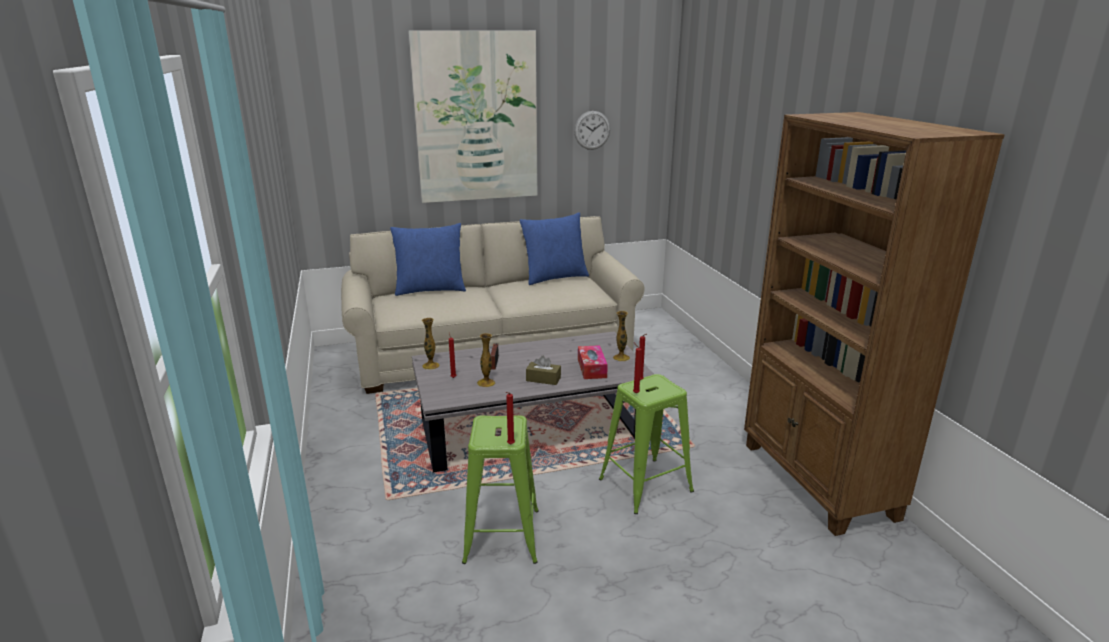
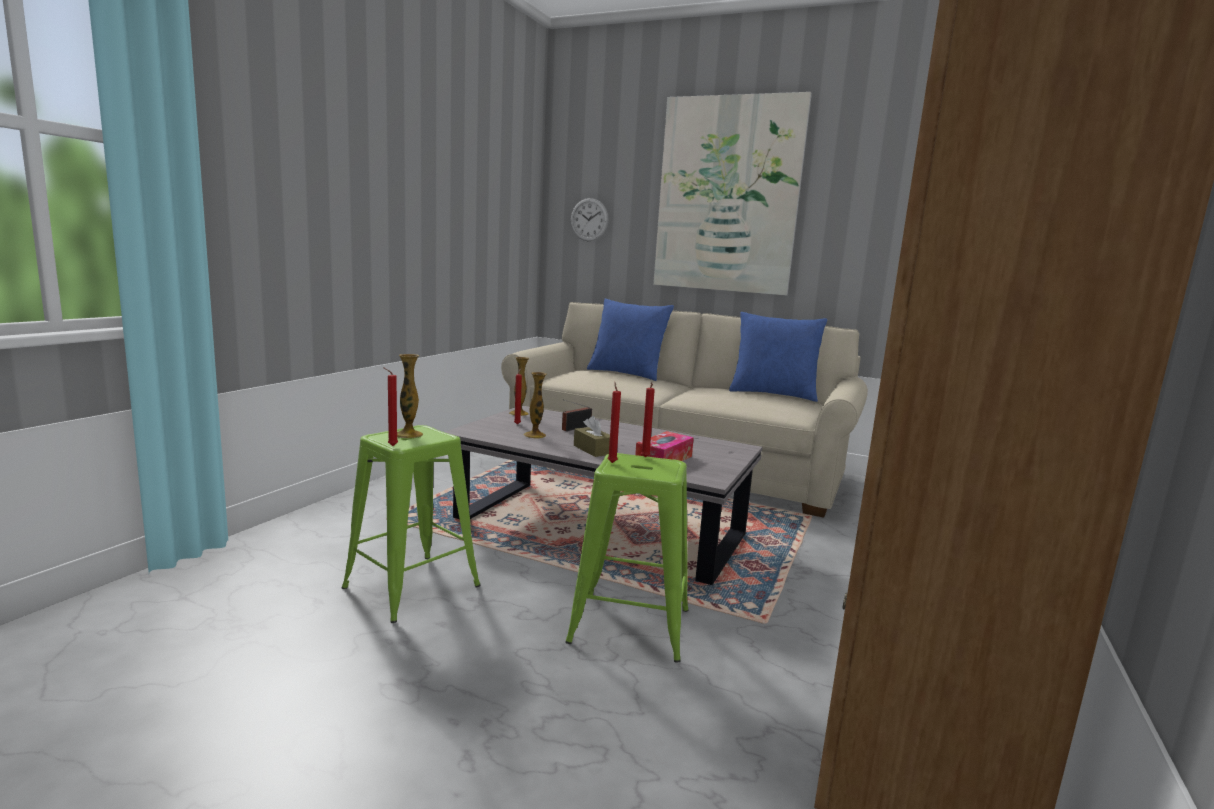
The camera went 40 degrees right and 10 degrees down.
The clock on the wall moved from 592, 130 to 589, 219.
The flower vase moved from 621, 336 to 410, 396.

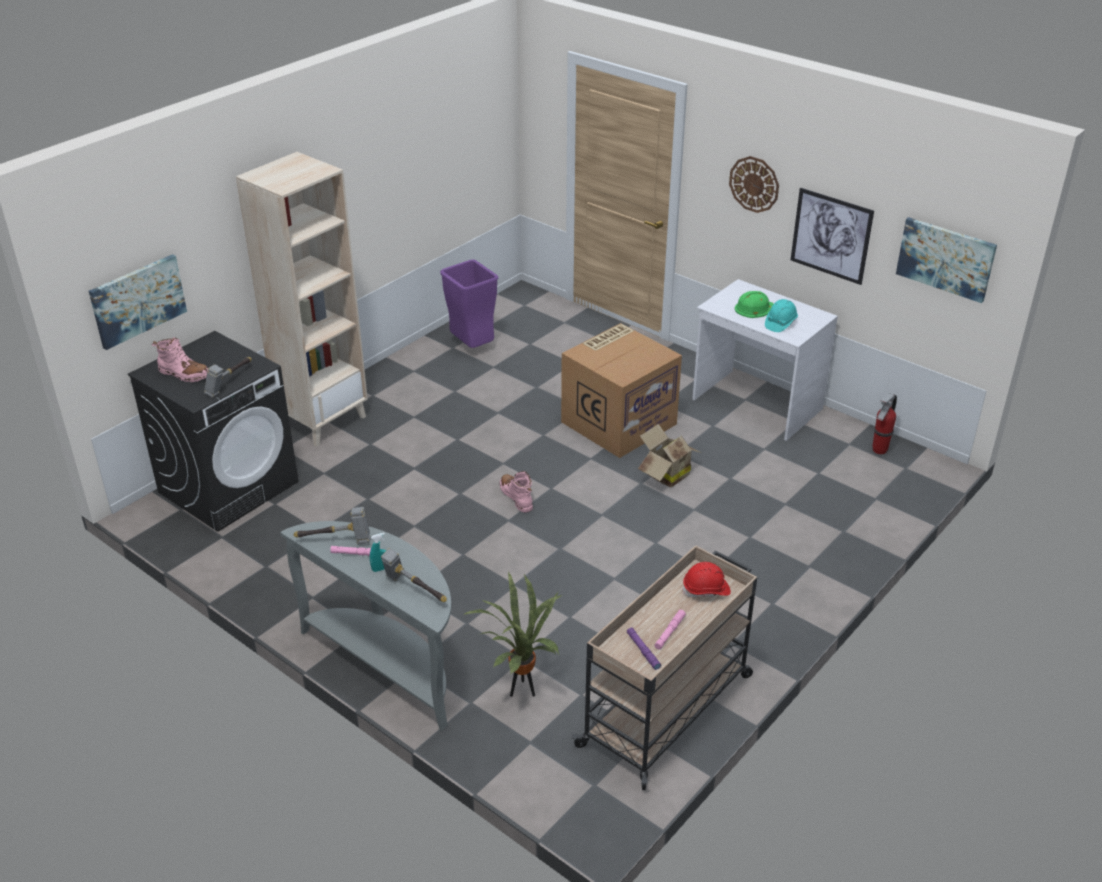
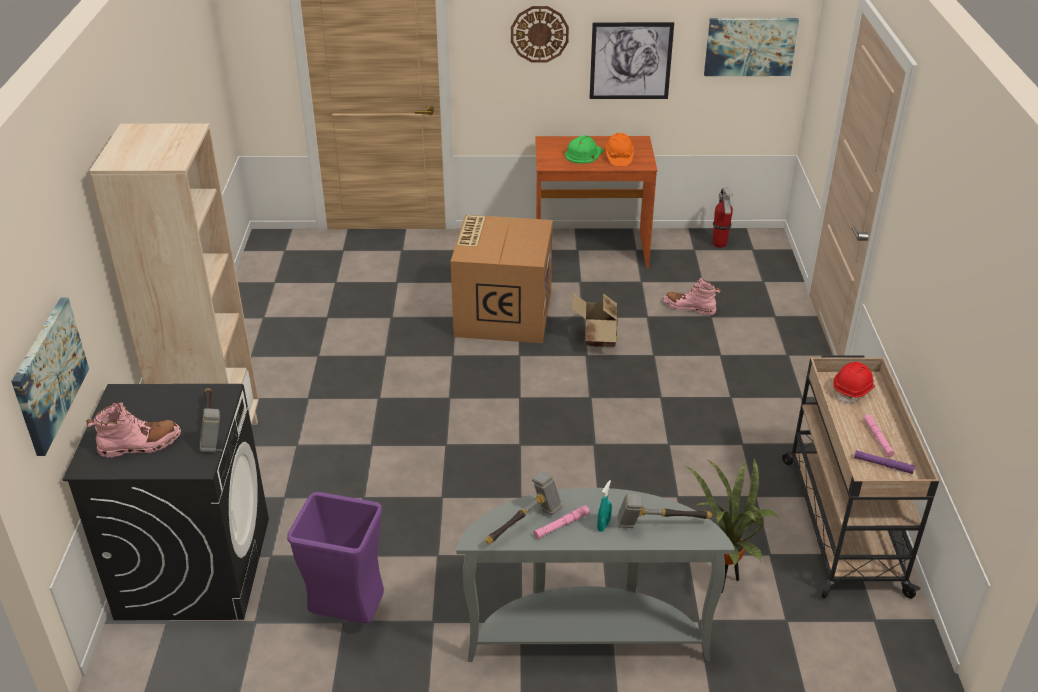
The camera went 40 degrees left and 0 degrees up.
The waste bin (purple) moved from 469, 304 to 335, 558.
The desk table (whitish) at 765, 360 became the desk table (brown-coloured) at 596, 202.
The hard hat (turquoise) at 781, 315 became the hard hat (orangey) at 619, 149.
The tall boot (pink) moved from 516, 492 to 691, 296.

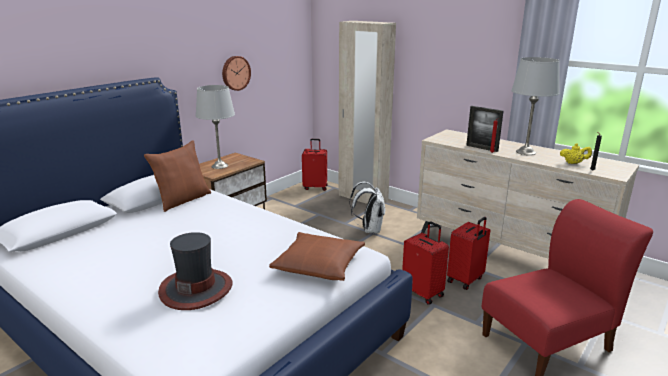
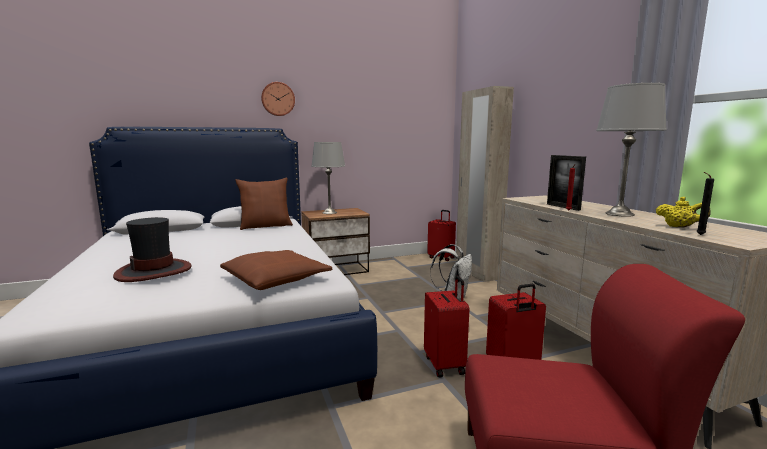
The camera went 30 degrees right and 10 degrees down.
The clock on the wall moved from 236, 73 to 278, 99.

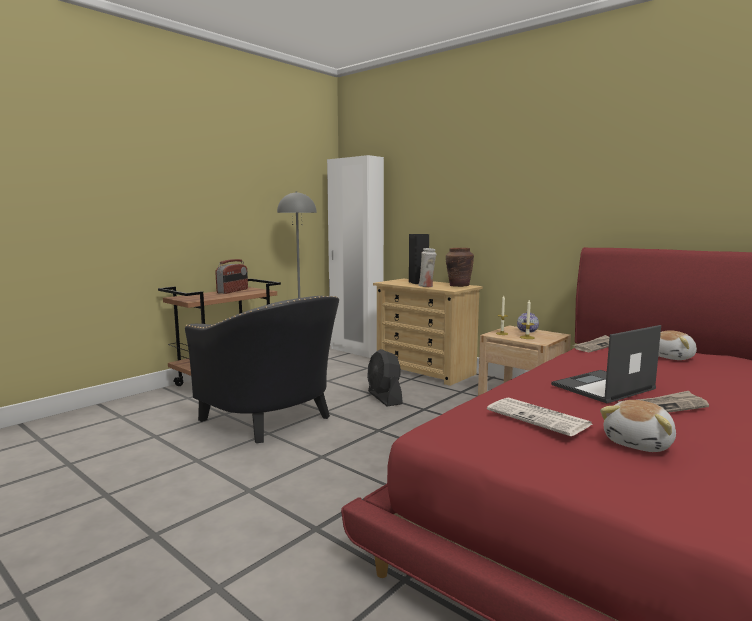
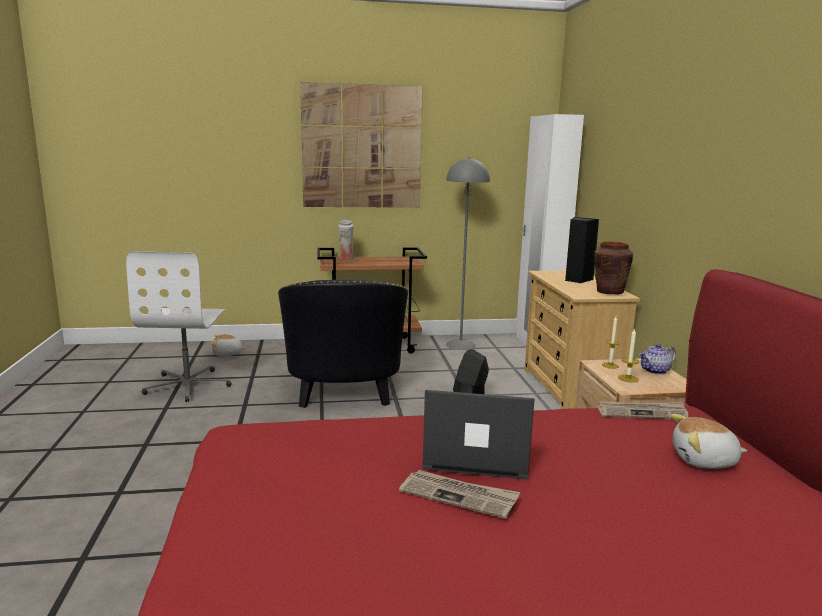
The camera went 40 degrees right and 5 degrees up.
The flower vase (whitish) moved from 427, 267 to 346, 240.
The radio receiver at 231, 276 disappeared.
The newspaper at 539, 416 disappeared.
The soft toy moved from 638, 426 to 228, 345.
The wall art at 361, 145 appeared.
The office chair (whitish) at 179, 326 appeared.

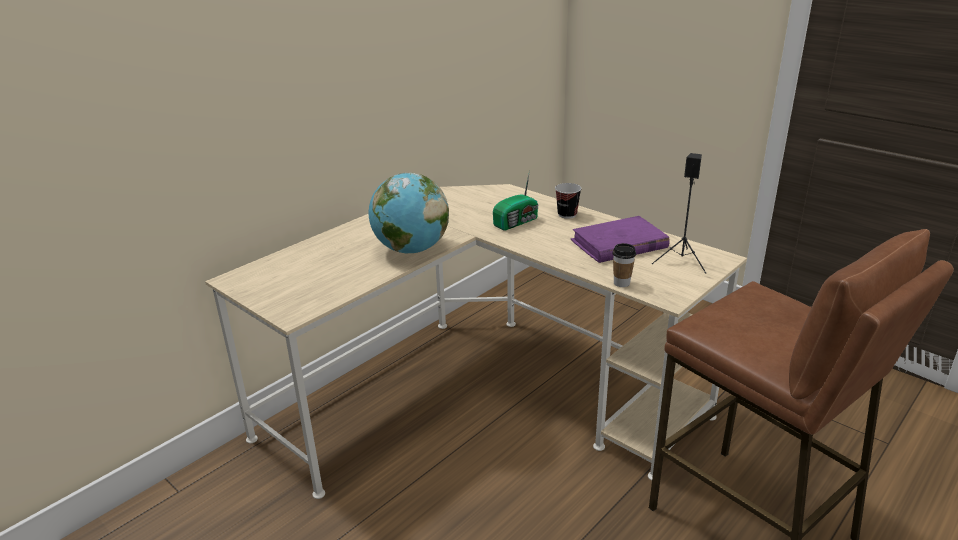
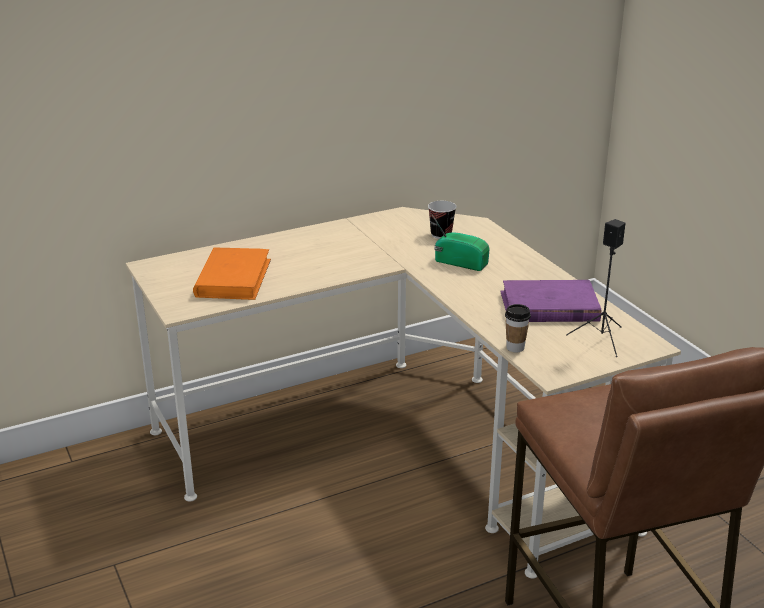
The camera went 20 degrees right and 0 degrees up.
The radio receiver at 516, 200 turned 135 degrees counterclockwise.
The globe at 409, 213 disappeared.
The drinking cup moved from 568, 201 to 442, 220.
The volume (orangey) at 232, 273 appeared.

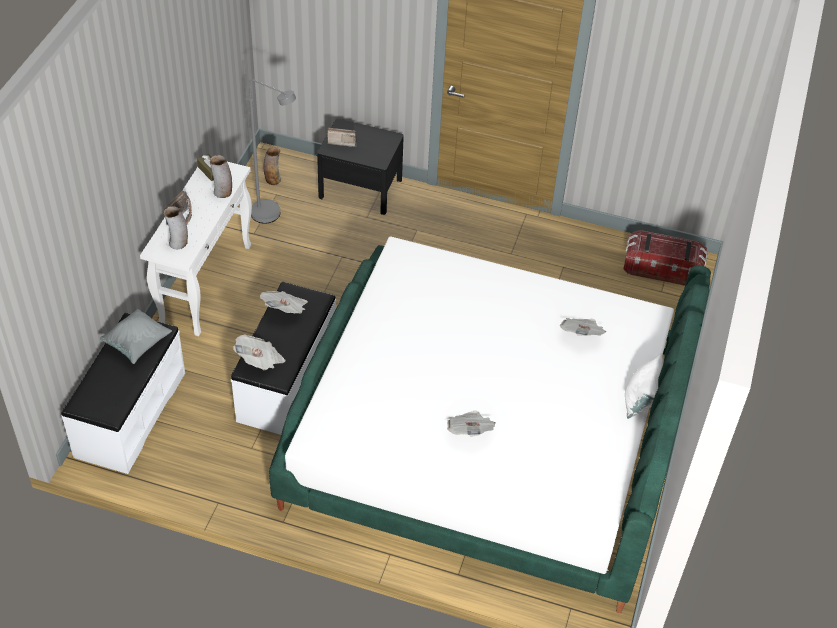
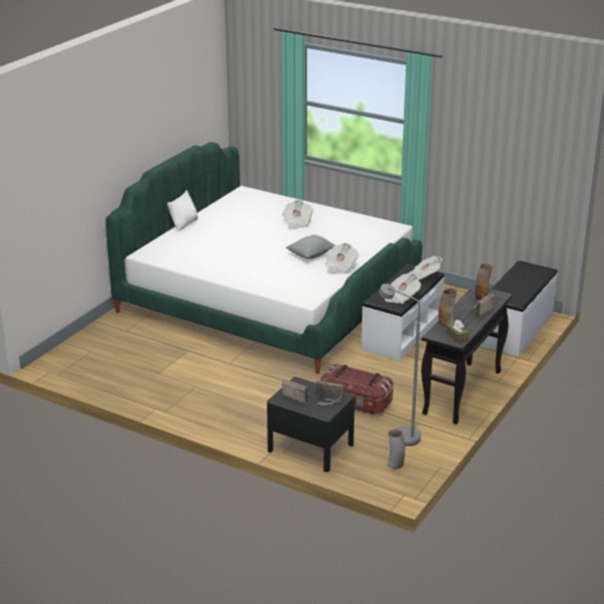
The camera went 165 degrees left and 20 degrees down.
The hall table (whitish) at 196, 249 became the hall table (black) at 466, 354.
The storage container moved from 665, 258 to 357, 388.
The cushion (grey) moved from 136, 336 to 310, 247.
The newspaper moved from 583, 327 to 342, 259.
The radio receiver at 296, 391 appeared.

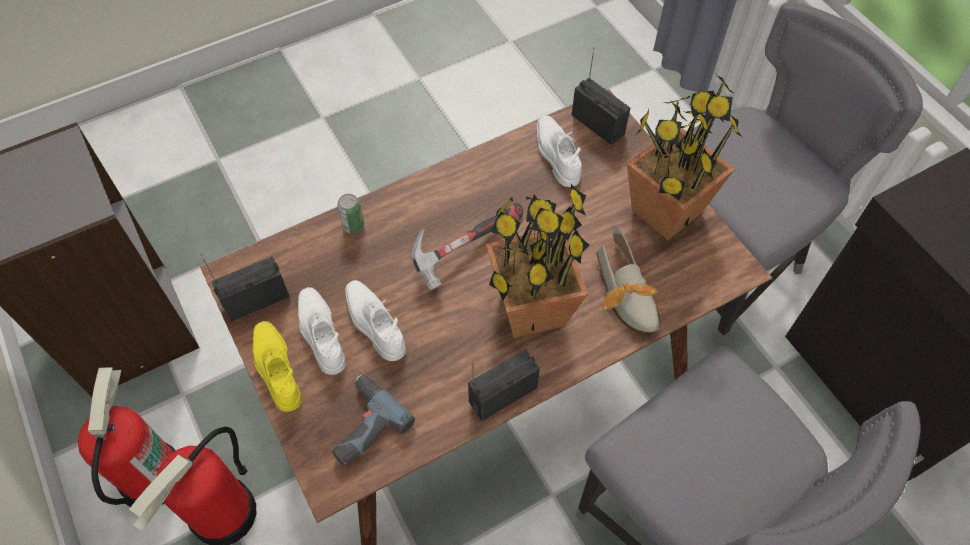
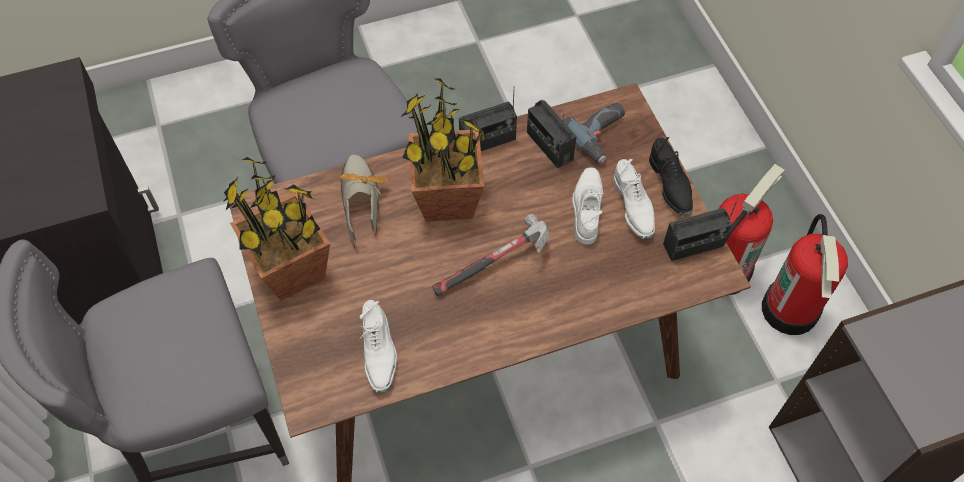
The camera went 170 degrees left and 0 degrees up.
The radio receiver moved from 601, 96 to 552, 134.
The can at 350, 213 disappeared.
The item of footwear (whitish) at 375, 320 turned 150 degrees counterclockwise.
The item of footwear (yellow-coloured) at 277, 366 became the item of footwear (black) at 671, 176.

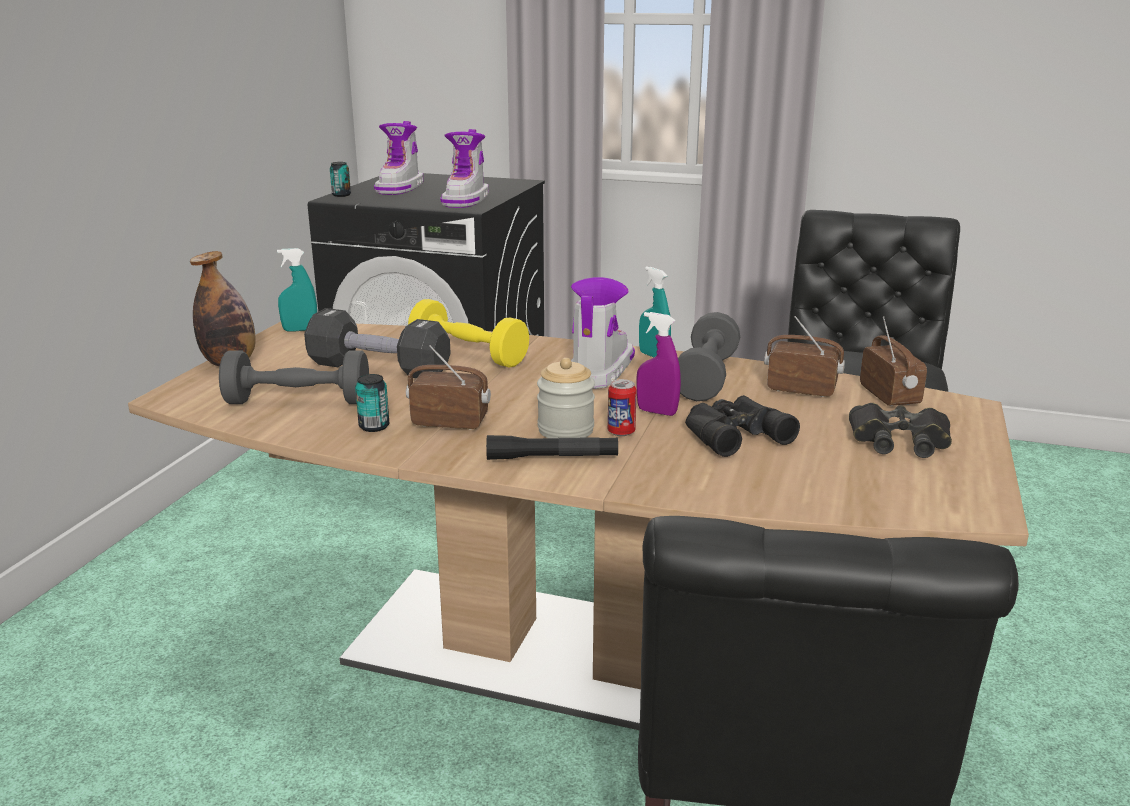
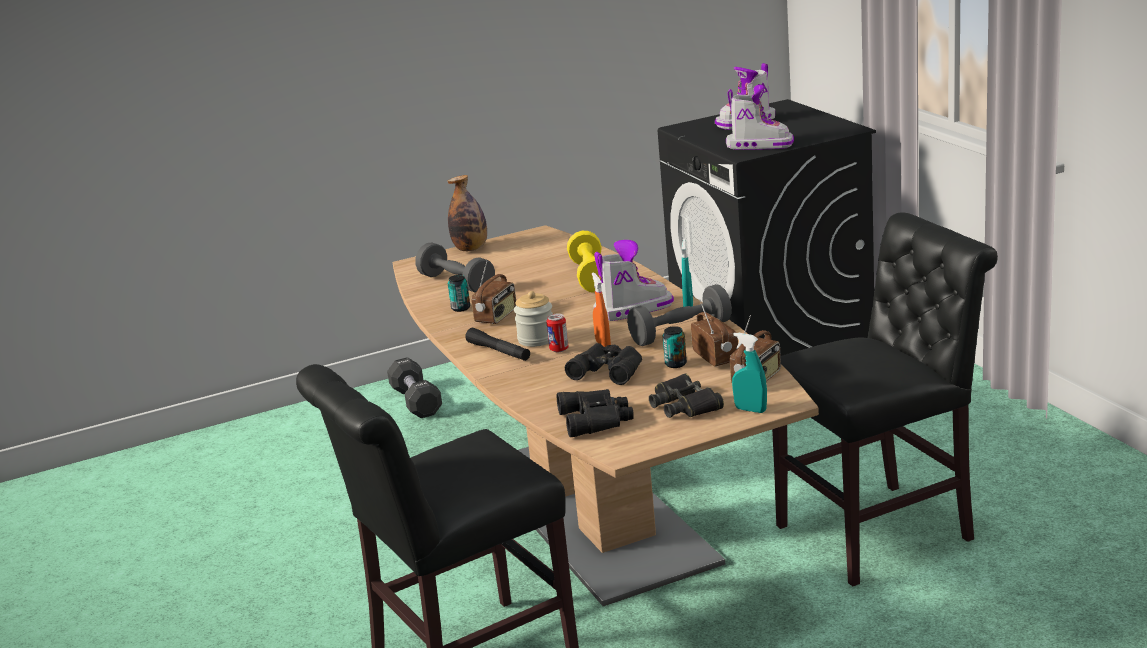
The camera went 50 degrees right and 0 degrees up.
The tall boot at 464, 168 turned 135 degrees counterclockwise.
The can moved from 340, 179 to 675, 347.
The sprayer (turquoise) moved from 297, 289 to 749, 373.
The hand weight (black) moved from 377, 343 to 414, 387.
The sprayer (purple) at 659, 364 became the sprayer (orangey) at 601, 309.
The radio receiver at 448, 387 turned 60 degrees clockwise.
The pair of binoculars (black) at 595, 413 appeared.

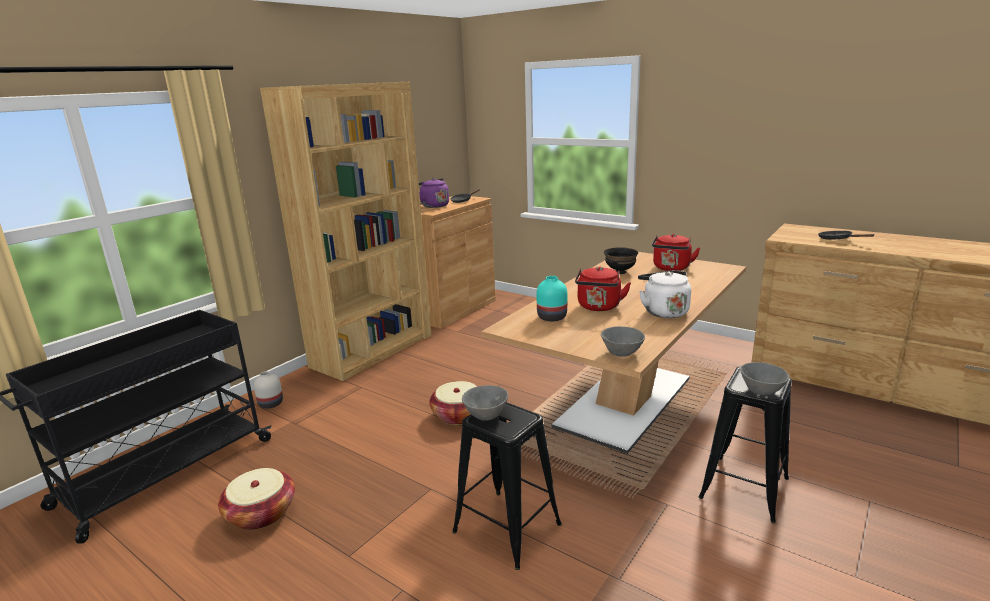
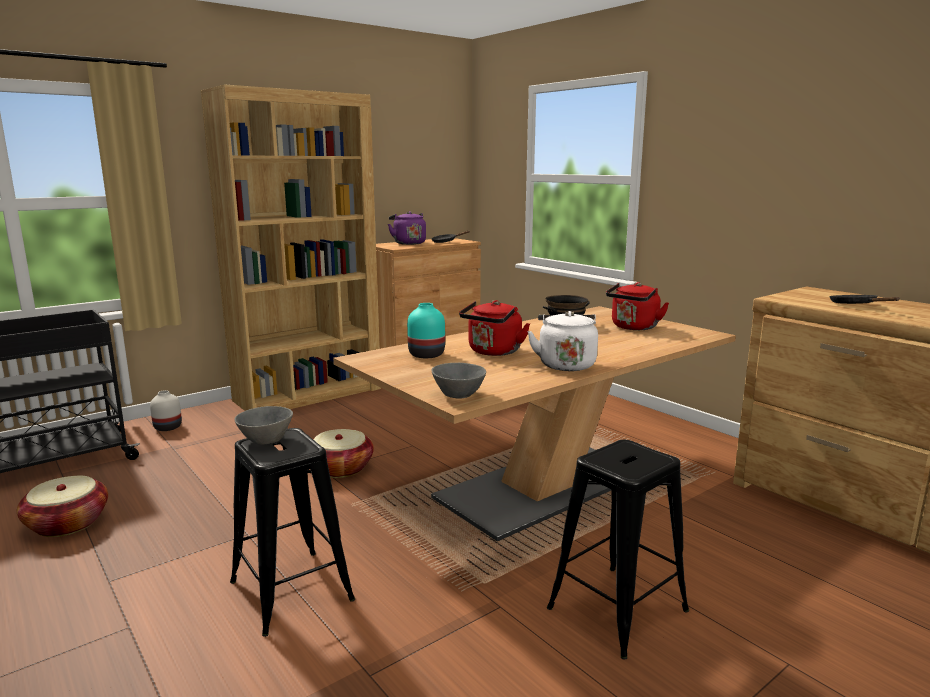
The camera went 15 degrees right and 5 degrees down.
The bowl (grey) at 764, 378 disappeared.

